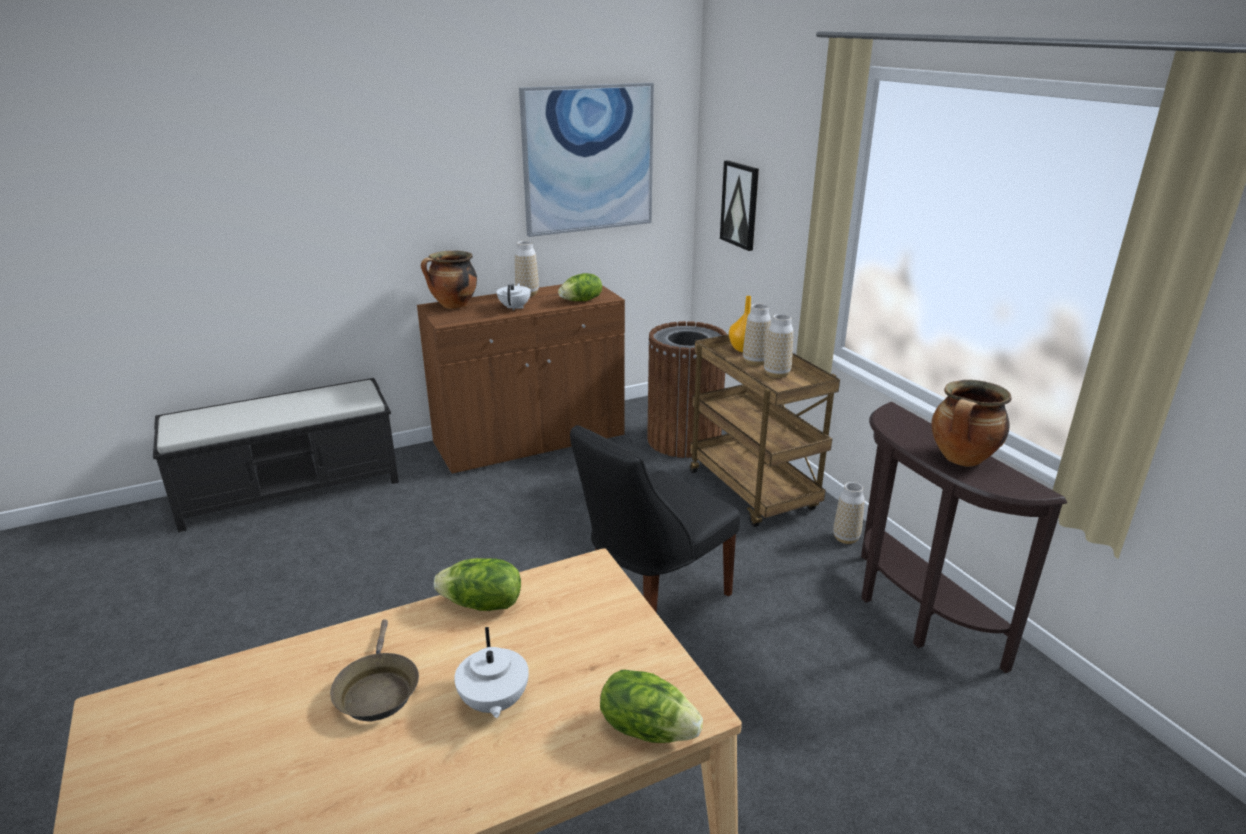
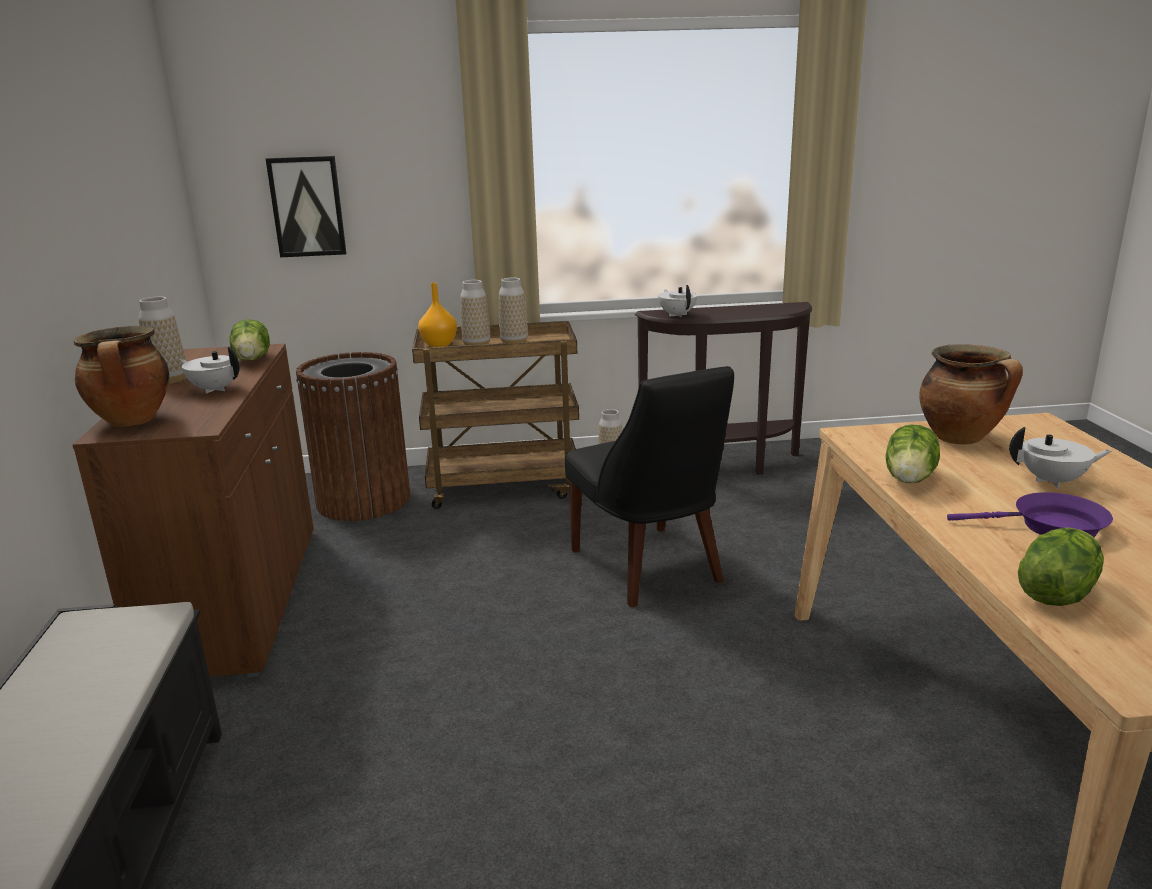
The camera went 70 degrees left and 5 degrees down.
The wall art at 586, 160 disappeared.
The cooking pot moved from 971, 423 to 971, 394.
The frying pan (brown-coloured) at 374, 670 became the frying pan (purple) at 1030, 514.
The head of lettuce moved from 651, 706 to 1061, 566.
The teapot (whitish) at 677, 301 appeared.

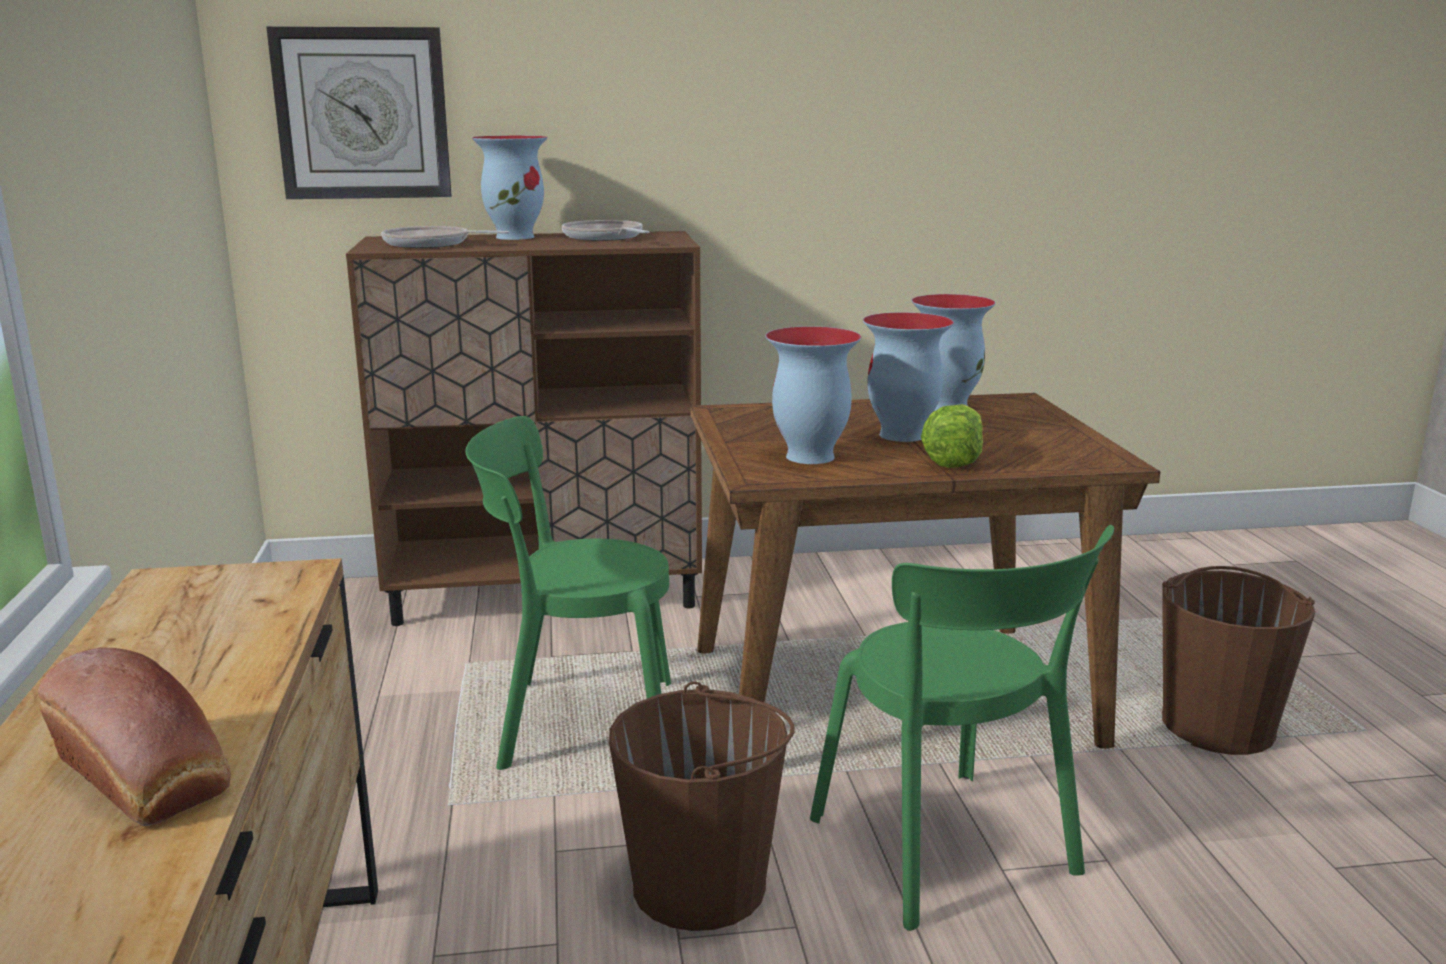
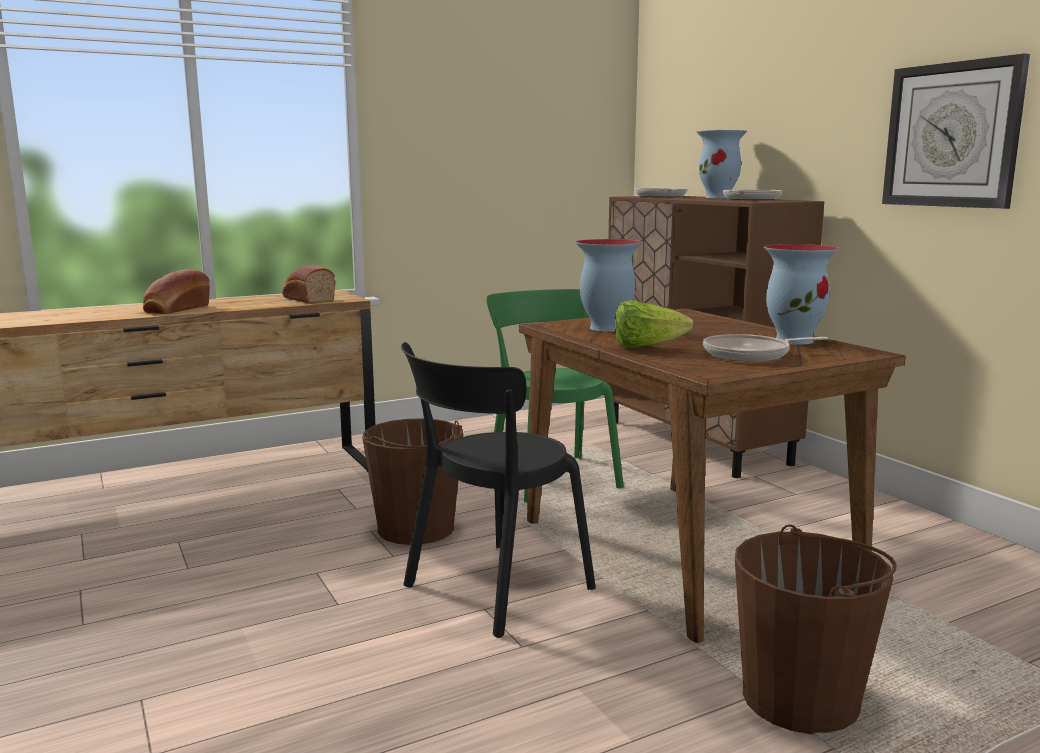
The camera went 70 degrees right and 5 degrees down.
The clock on the wall moved from 359, 112 to 956, 131.
The flower vase at 908, 377 disappeared.
The upright chair (green-coloured) at 962, 728 became the upright chair (black) at 498, 490.
The bread at 309, 285 appeared.
The frying pan at 765, 347 appeared.

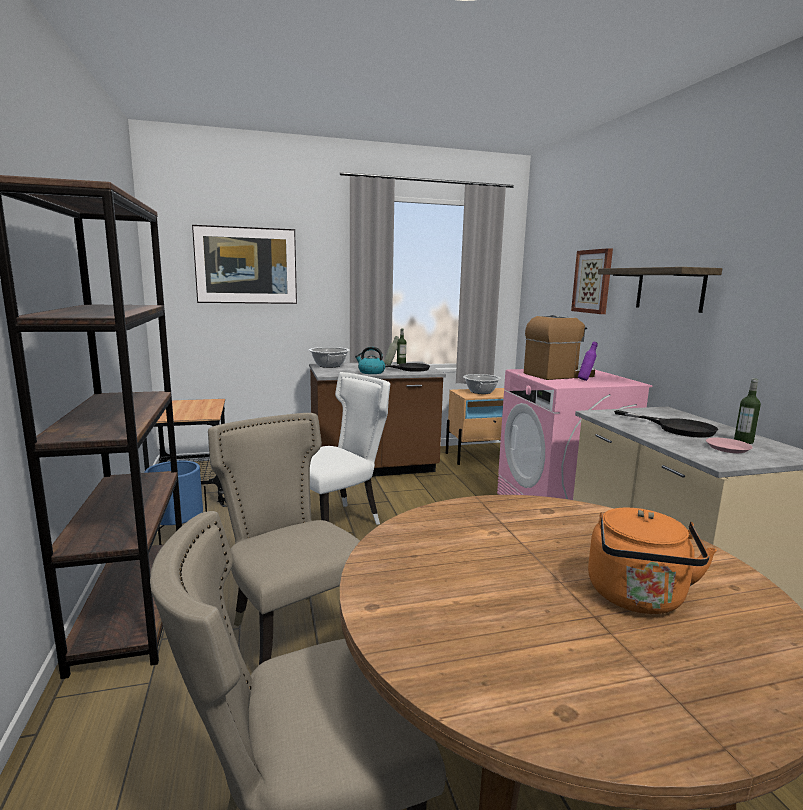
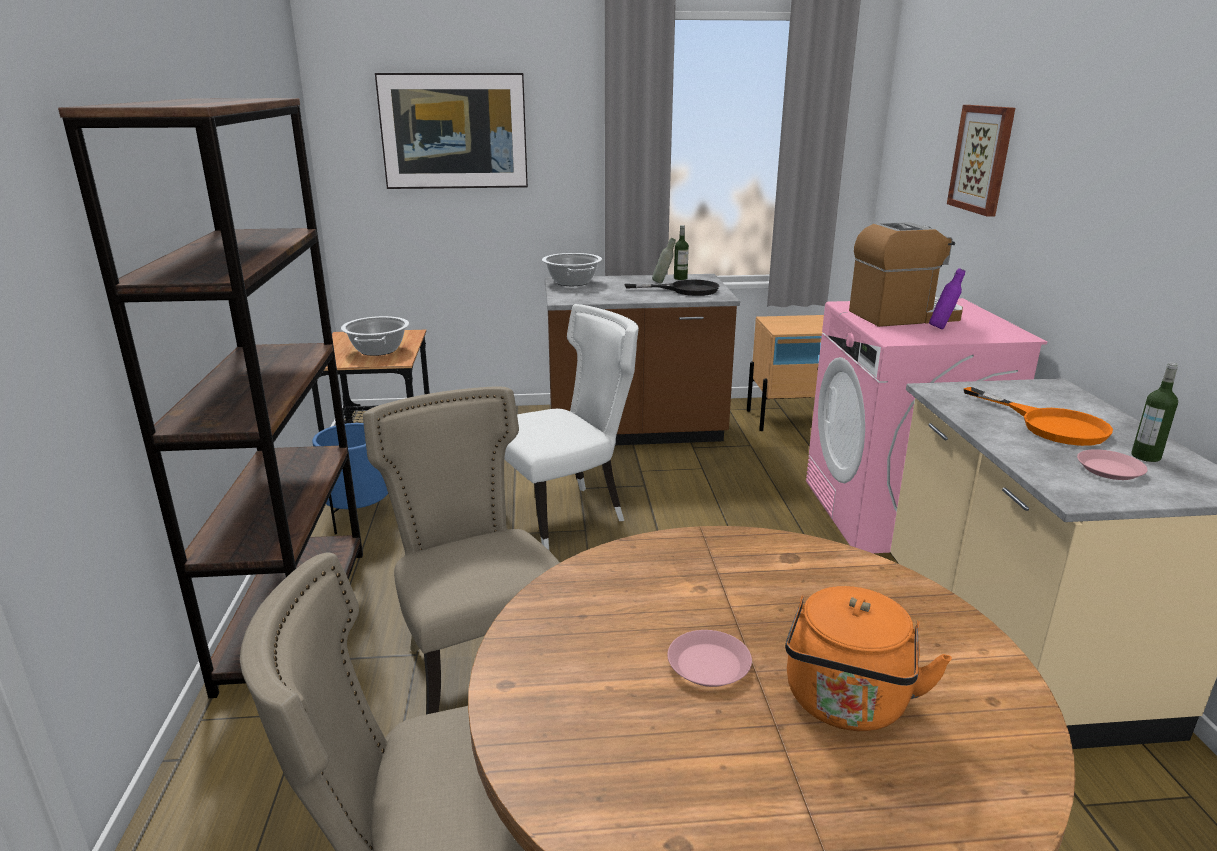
The camera went 10 degrees right and 10 degrees up.
The wall shelf at 660, 290 disappeared.
The water kettle at 370, 360 disappeared.
The cooking pot moved from 482, 384 to 375, 336.
The frying pan (black) at 666, 424 became the frying pan (orangey) at 1038, 416.
The dinner plate (pink) at 709, 658 appeared.

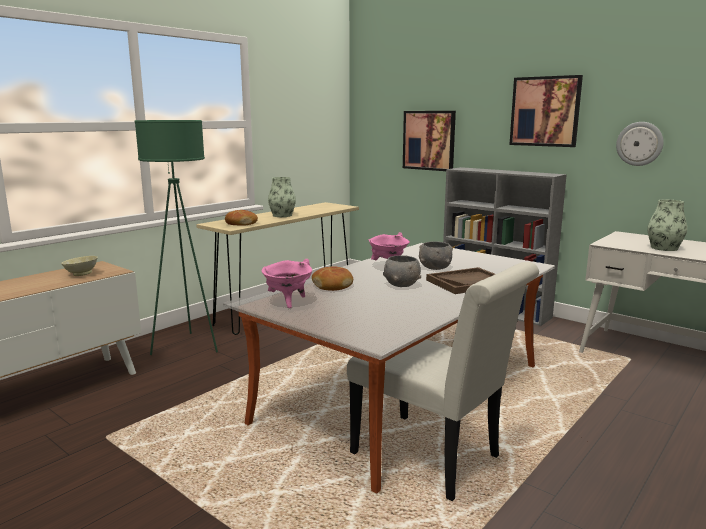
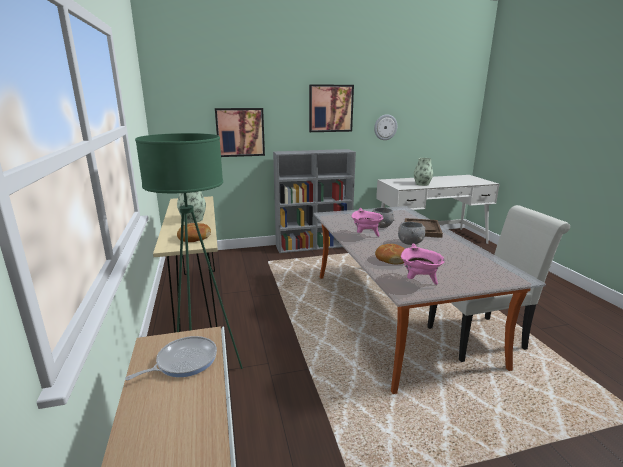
The camera went 55 degrees left and 5 degrees up.
The bowl (sand-coloured) at 79, 266 was replaced by the frying pan at 171, 358.

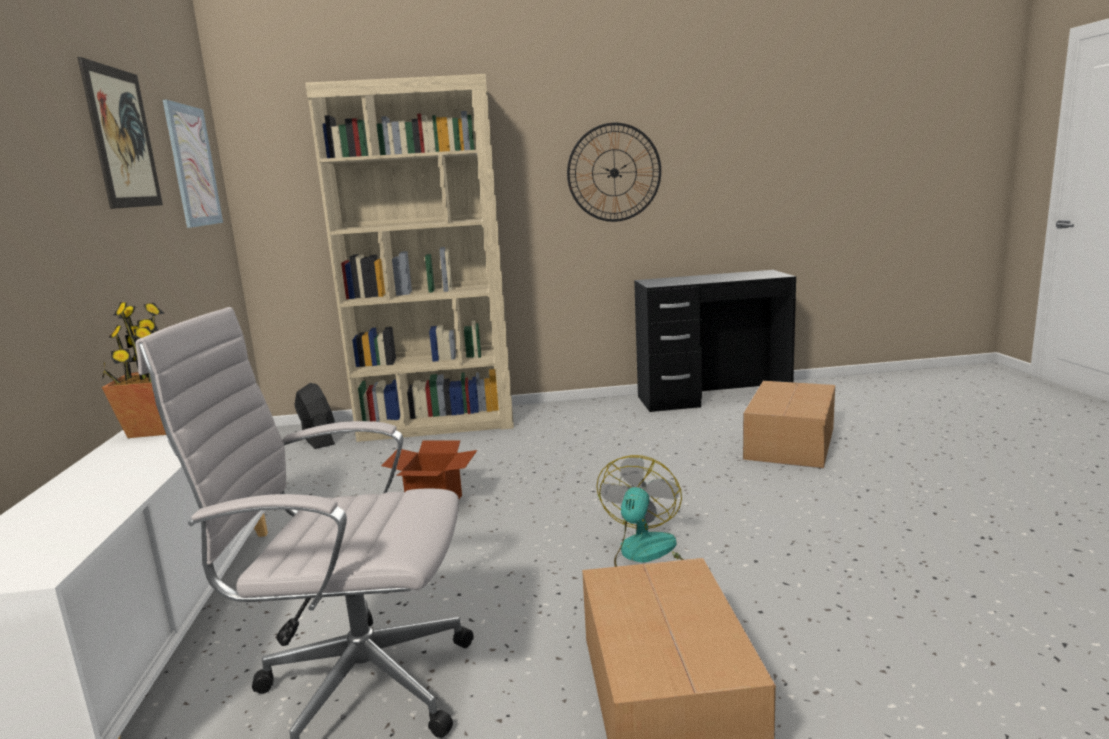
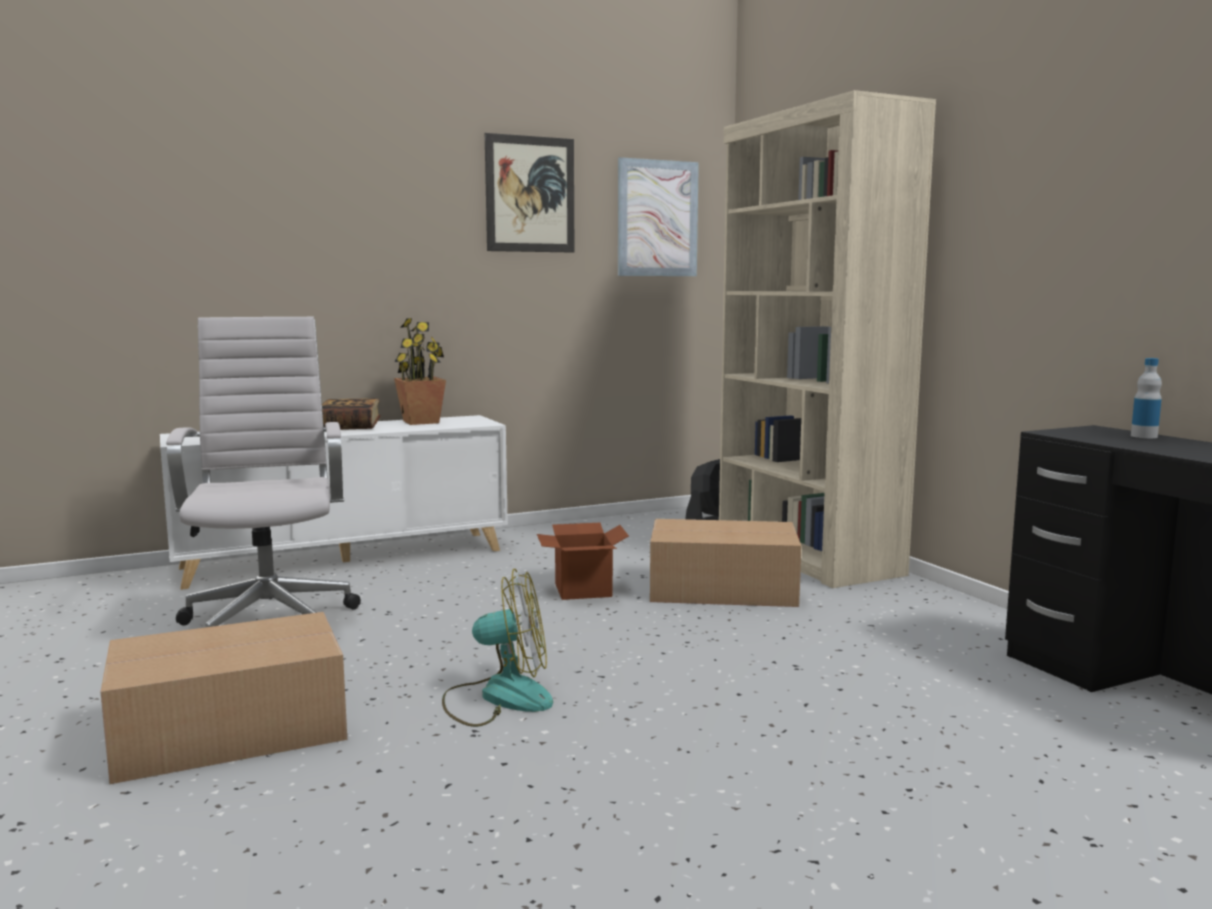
The camera went 70 degrees right and 5 degrees down.
The clock on the wall at 614, 172 disappeared.
The carton moved from 789, 424 to 725, 563.
The drink bottle at 1146, 398 appeared.
The volume at 351, 414 appeared.

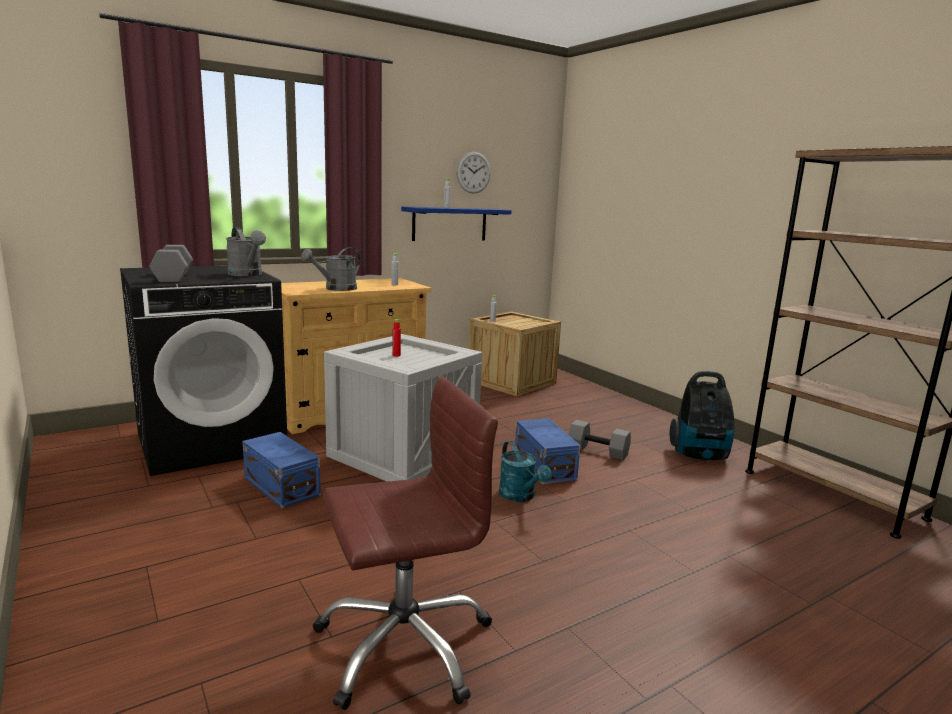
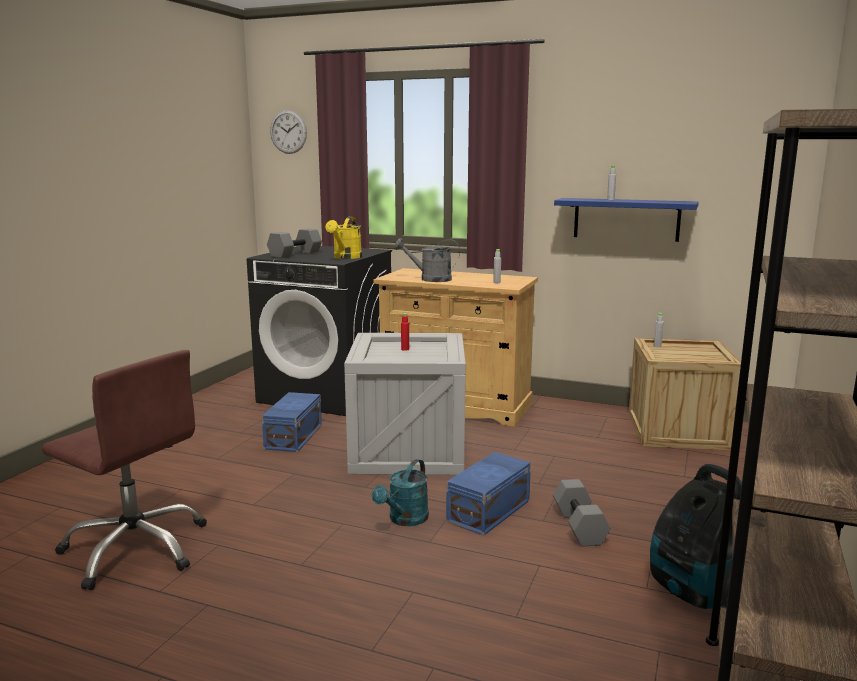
The camera went 55 degrees right and 0 degrees up.
The clock on the wall moved from 473, 173 to 288, 132.
The watering can (grey) at 246, 251 became the watering can (yellow-coloured) at 343, 237.

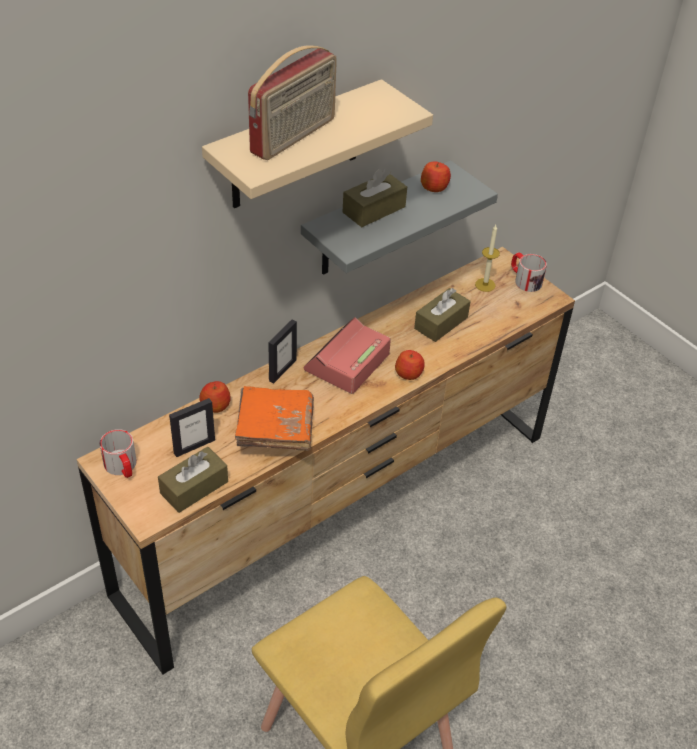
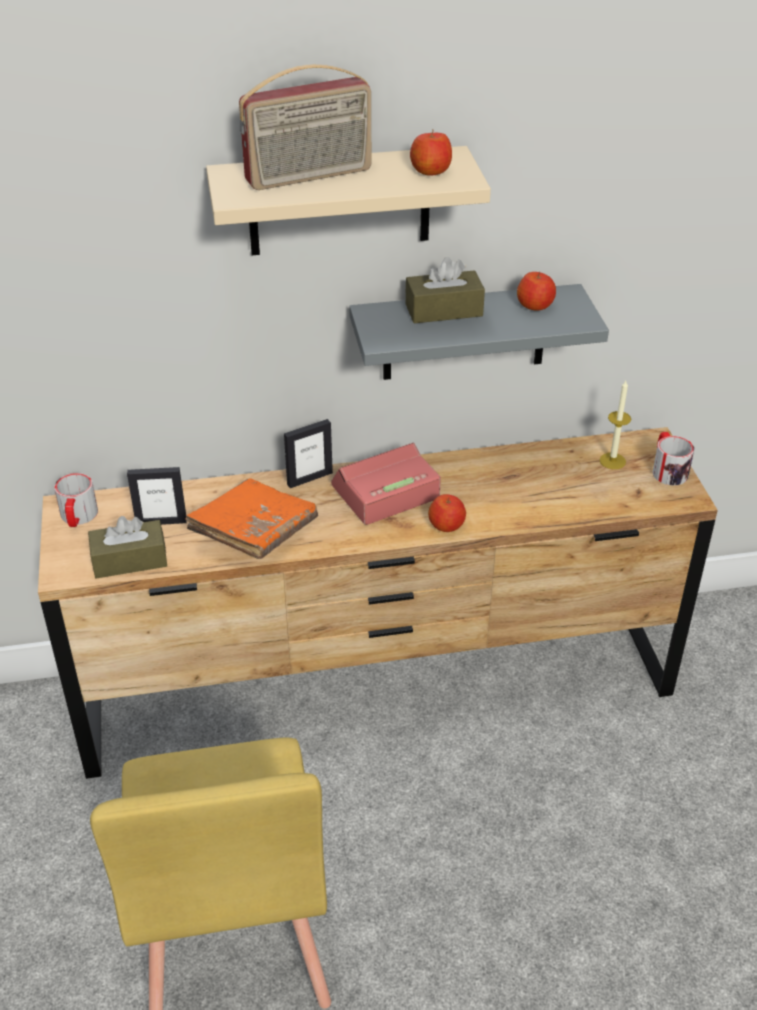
The camera went 30 degrees right and 5 degrees down.
The tissue holder (brown-coloured) at 442, 315 disappeared.
The apple fruit moved from 215, 397 to 431, 153.

